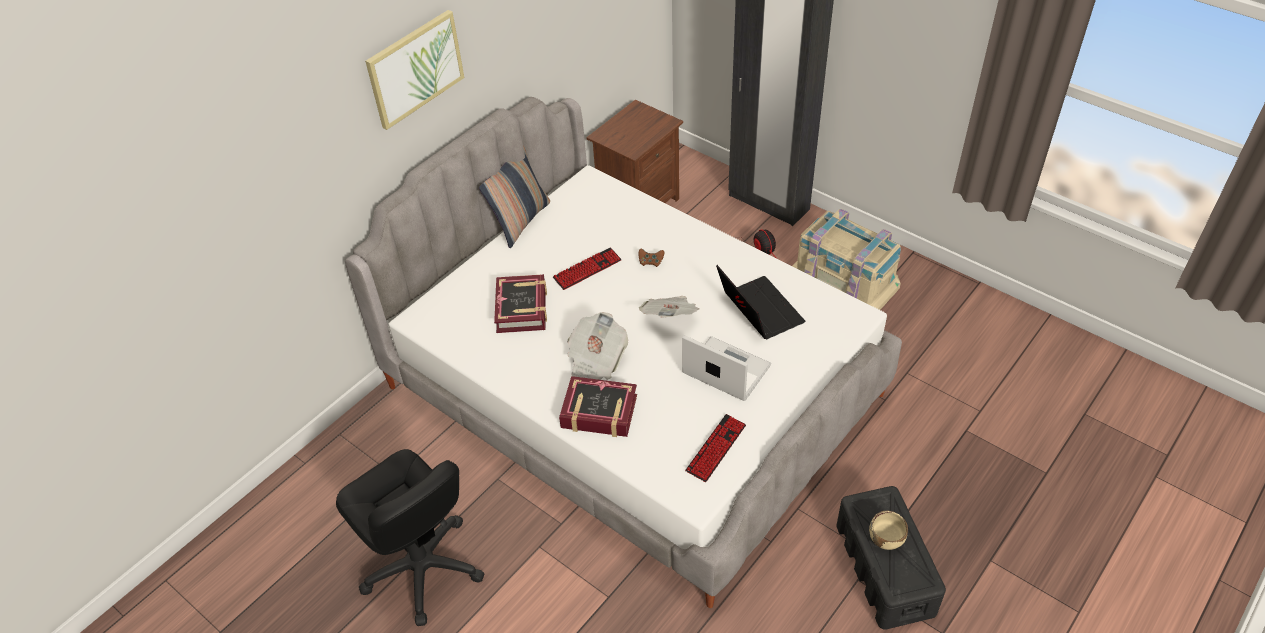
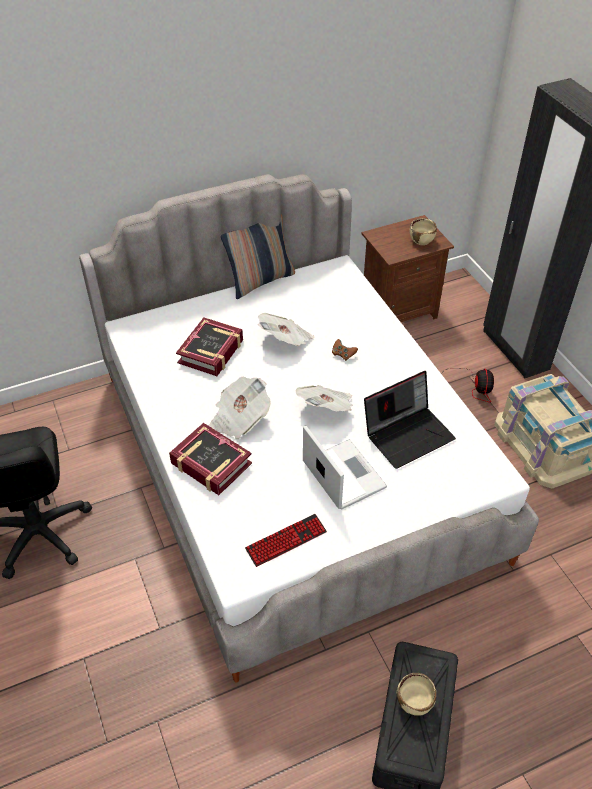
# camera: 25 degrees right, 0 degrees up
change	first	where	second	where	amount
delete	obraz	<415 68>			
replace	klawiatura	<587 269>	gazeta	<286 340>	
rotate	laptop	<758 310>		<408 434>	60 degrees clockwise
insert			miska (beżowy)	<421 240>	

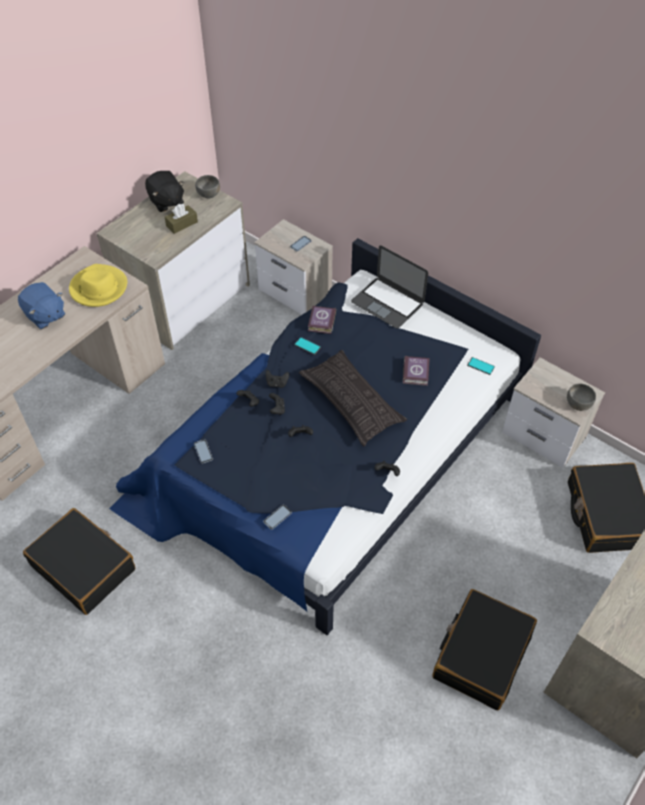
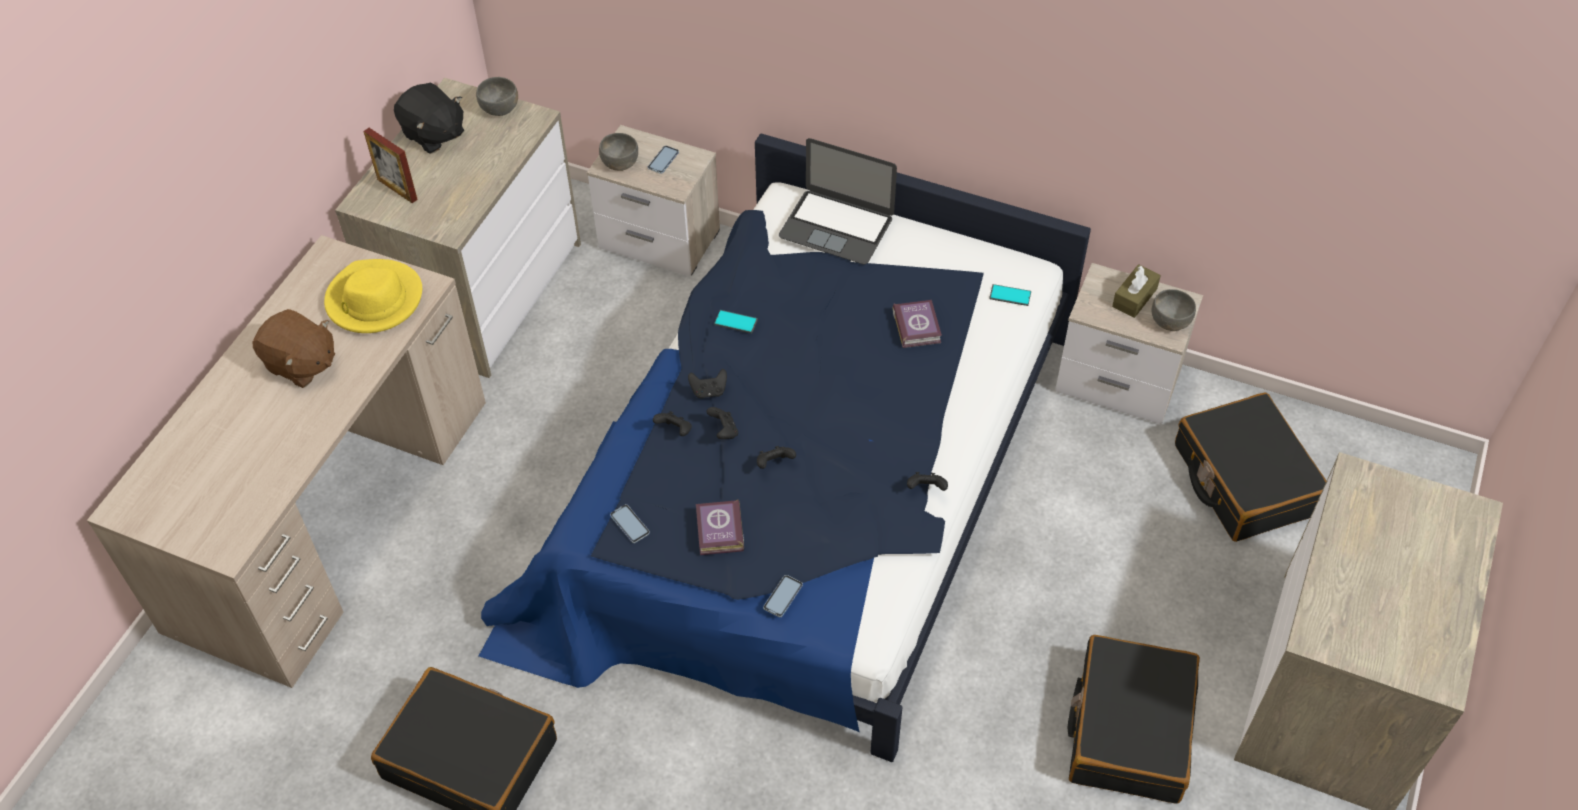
# camera: 15 degrees left, 0 degrees up
change	first	where	second	where	amount
recolor	pluszak (niebieski)	<45 316>	pluszak (brązowy)	<301 364>	
move	pudełko chusteczek (brązowy)	<182 224>		<1134 297>	
delete	poduszka	<351 402>			
move	książka	<321 322>		<718 532>	
insert			ramka na zdjęcie	<397 189>	
insert			miska (szary)	<619 162>	

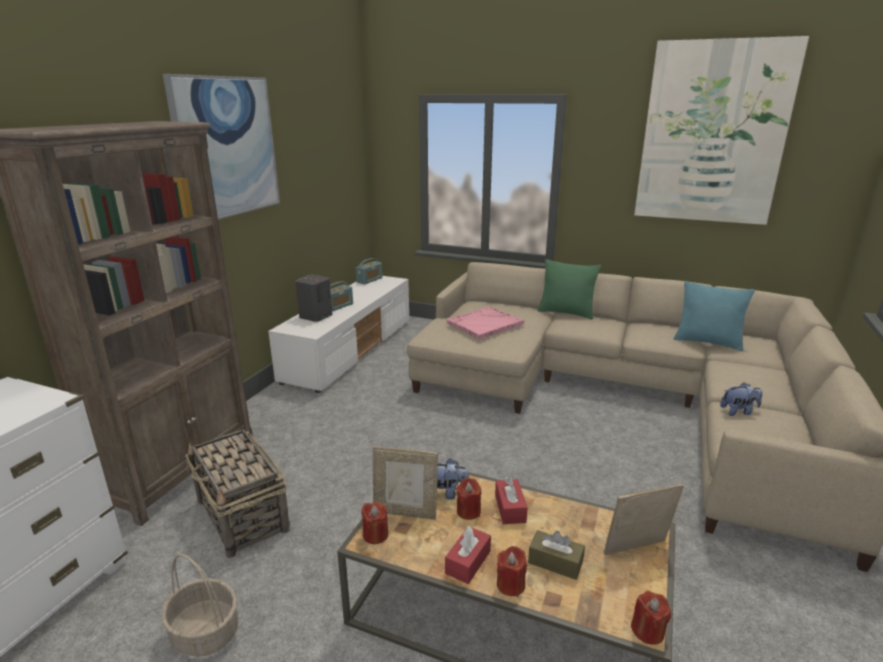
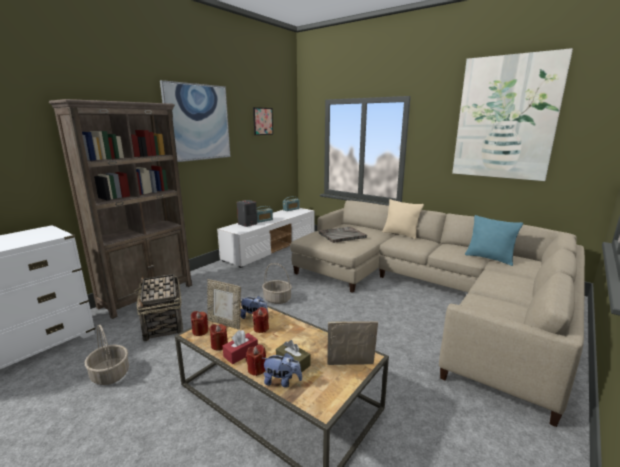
# camera: 15 degrees right, 5 degrees down
change	first	where	second	where	amount
recolor	taca (różowy)	<484 324>	taca (szary)	<341 235>	
delete	pudełko chusteczek (czerwony)	<510 508>			
recolor	poduszka (zielony)	<566 313>	poduszka (beżowy)	<400 234>	
move	świeca (czerwony)	<648 631>		<219 345>	
move	pluszak	<738 412>		<282 382>	
insert			obraz	<263 121>	
insert			koszyk	<277 299>	

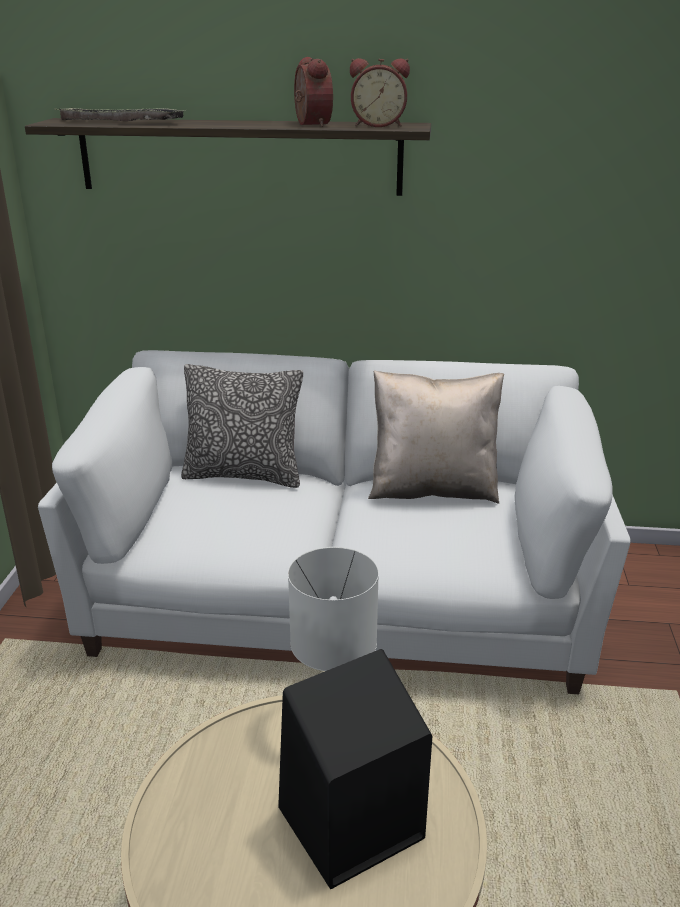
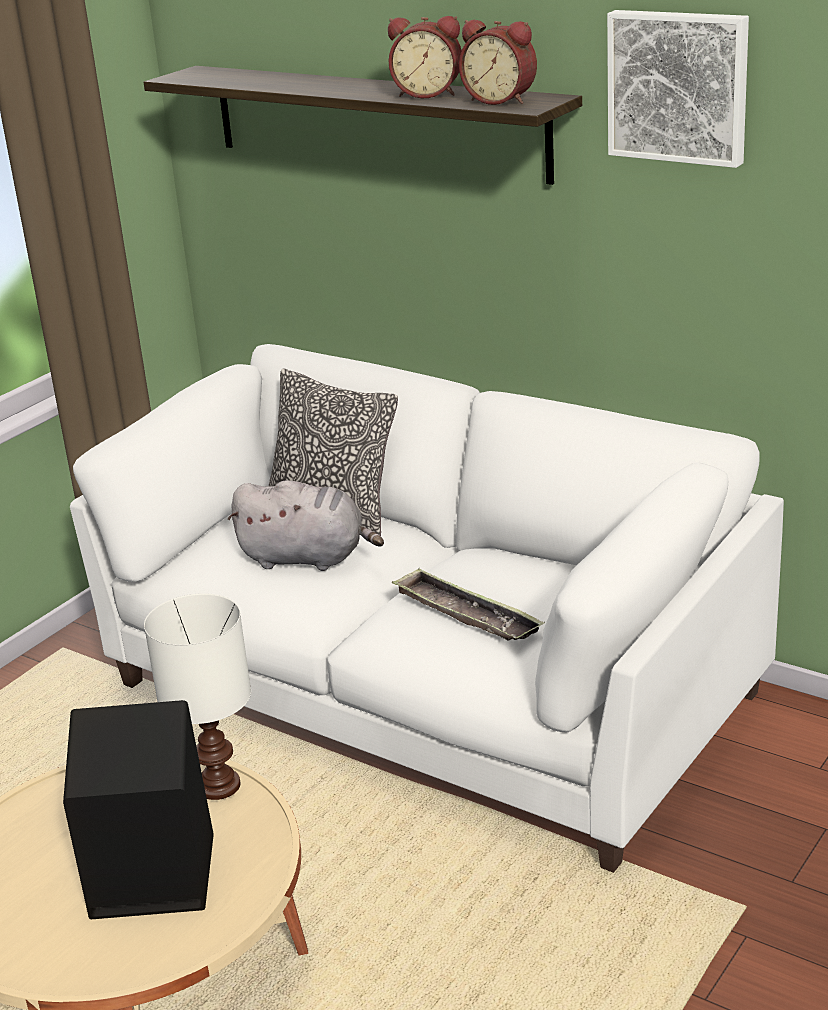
# camera: 30 degrees right, 0 degrees up
change	first	where	second	where	amount
move	taca	<121 122>		<466 614>	
rotate	budzik	<309 124>		<428 94>	90 degrees clockwise
delete	poduszka (beżowy)	<432 489>			
insert			pluszak (szary)	<308 558>	
insert			obraz	<679 86>	

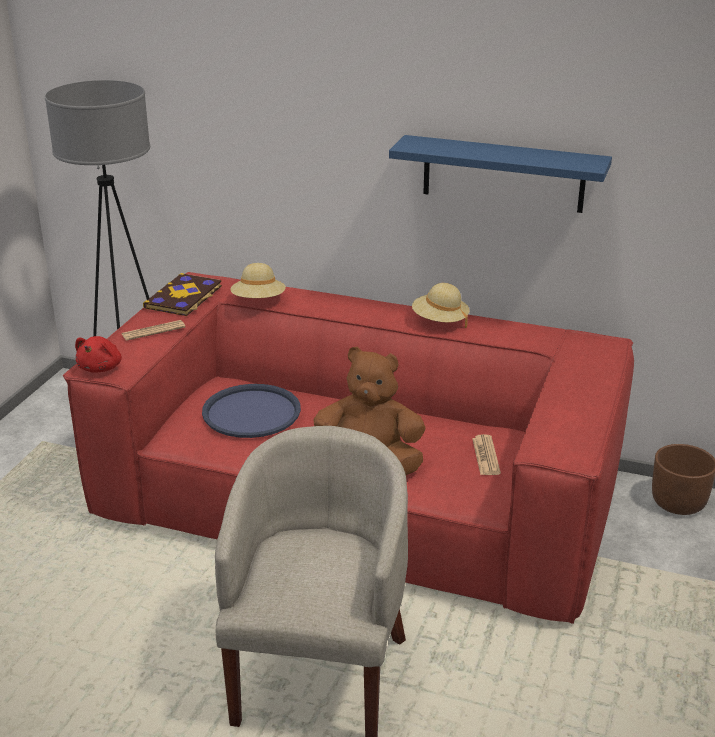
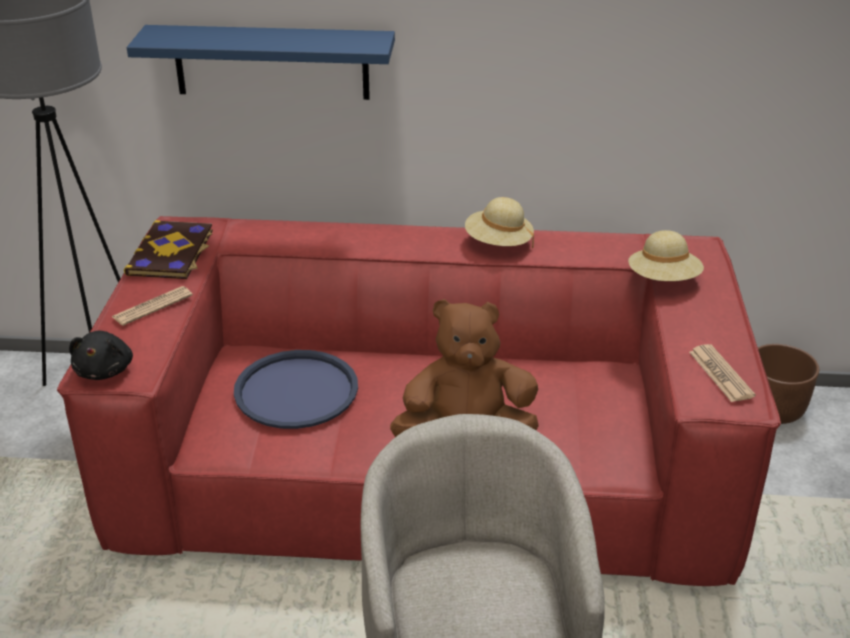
# camera: 15 degrees left, 5 degrees up
change	first	where	second	where	amount
recolor	pluszak (czerwony)	<101 368>	pluszak (czarny)	<105 370>	
move	kapelusz (beżowy)	<258 301>		<663 280>	
move	półka (niebieski)	<503 174>		<271 62>	
move	gazeta	<486 456>		<721 374>	

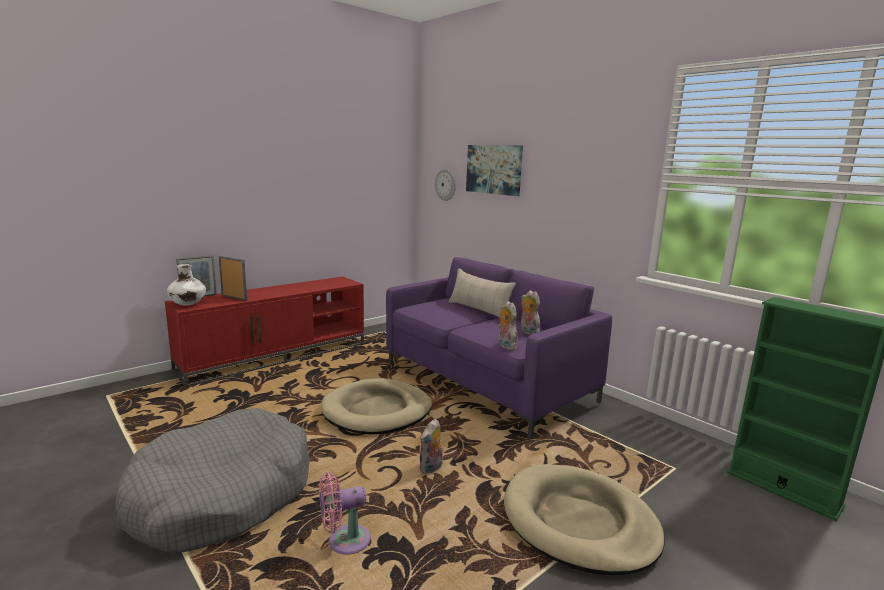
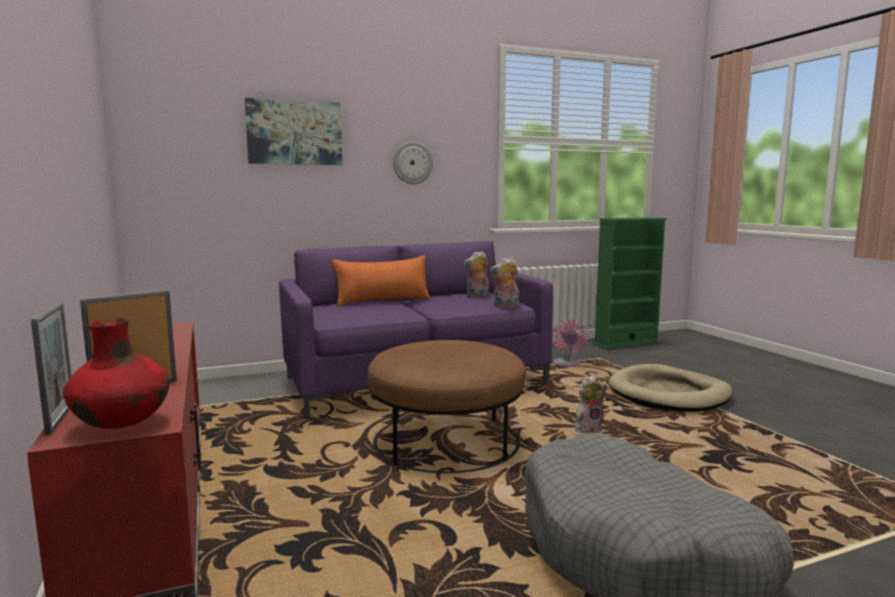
# camera: 70 degrees left, 5 degrees down
change	first	where	second	where	amount
recolor	wazon (biały)	<188 304>	wazon (czerwony)	<123 424>	
move	wentylator (różowy)	<344 541>		<566 364>	
replace	legowisko (beżowy)	<377 411>	pufa (brązowy)	<446 440>	
rotate	pluszak	<431 469>		<588 429>	75 degrees counterclockwise
move	zegar ścienny	<446 184>		<412 163>	
recolor	poduszka (beżowy)	<479 310>	poduszka (pomarańczowy)	<383 301>	

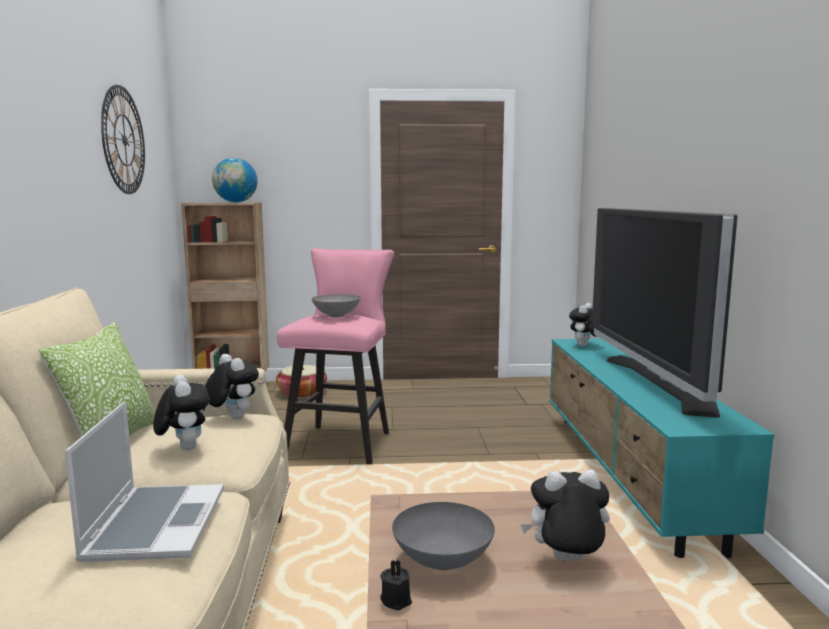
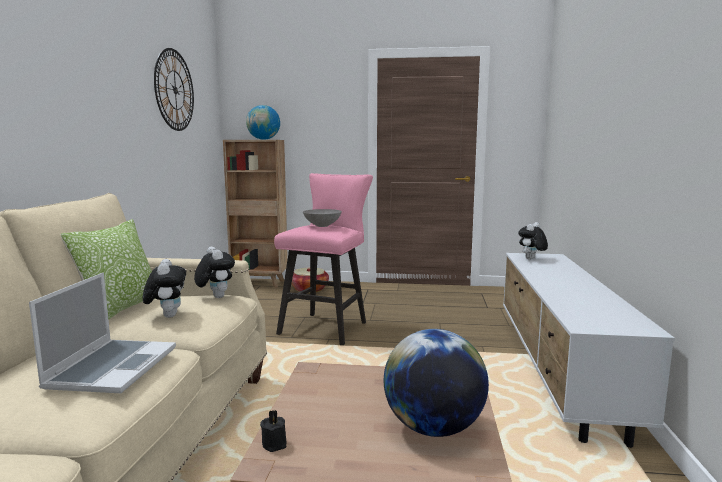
# camera: 10 degrees right, 0 degrees up
change	first	where	second	where	amount
delete	miska (szary)	<444 561>			
replace	pluszak	<566 561>	globus	<433 428>	
recolor	szafka pod telewizor (turkusowy)	<628 474>	szafka pod telewizor (biały)	<558 369>	
delete	telewizor	<657 383>			

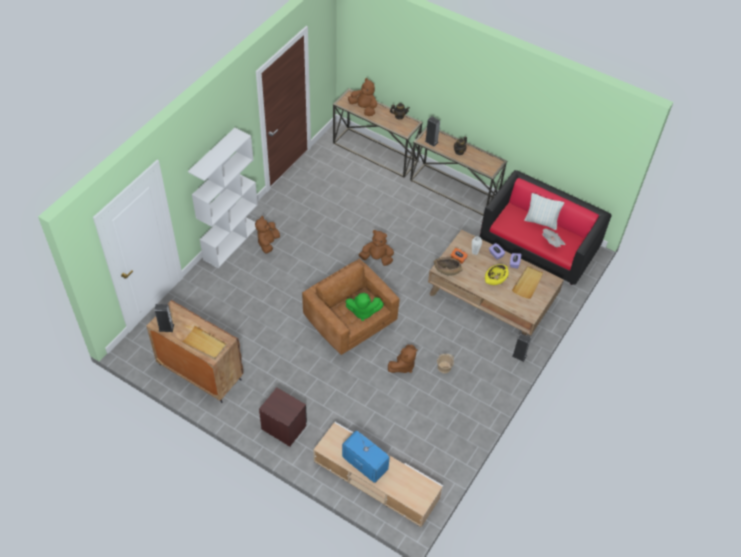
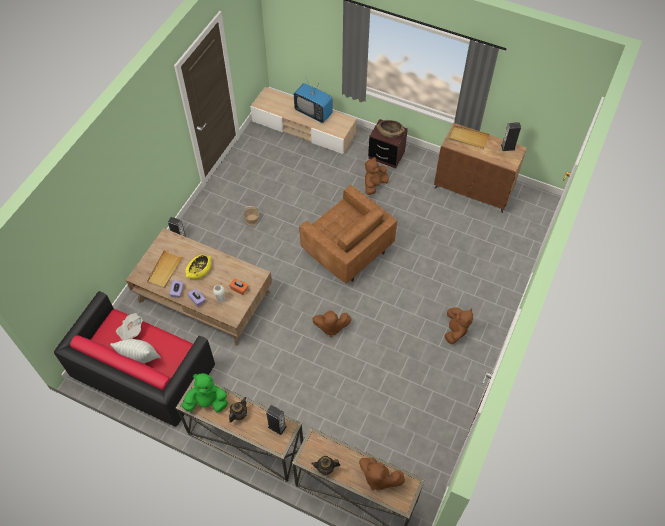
# camera: 175 degrees right, 5 degrees up
change	first	where	second	where	amount
delete	regał (biały)	<231 241>			
move	pluszak (zielony)	<363 312>		<207 402>	
move	pluszak (brązowy)	<403 366>		<374 185>	
move	miska (brązowy)	<447 270>		<390 132>	

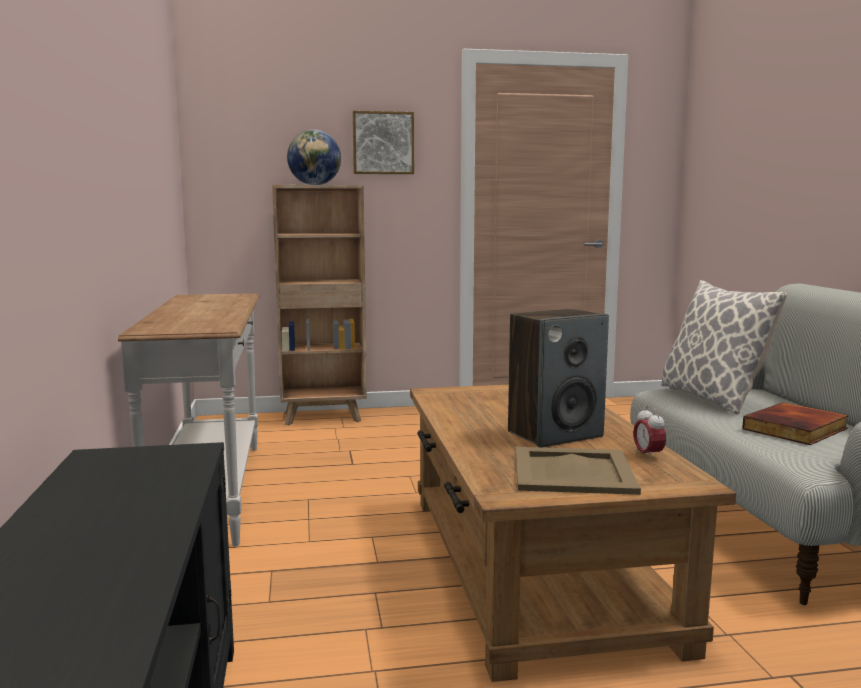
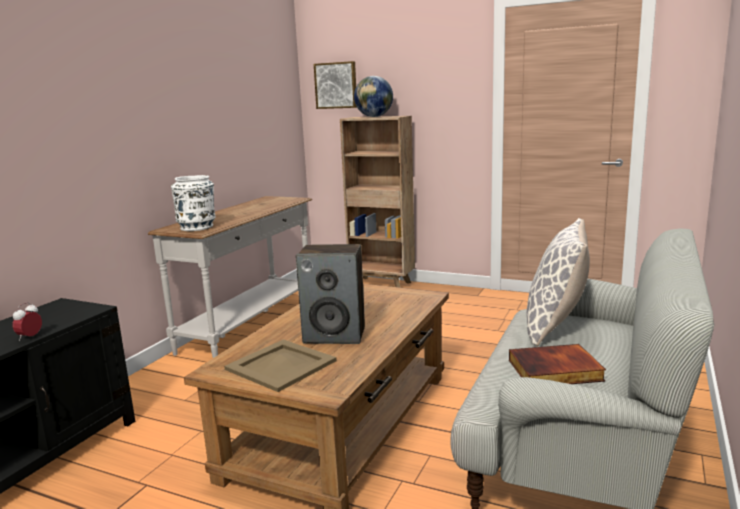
# camera: 35 degrees right, 5 degrees up
change	first	where	second	where	amount
move	obraz	<383 143>		<336 85>	
move	budzik	<648 455>		<30 337>	
insert			wazon (biały)	<197 227>	

